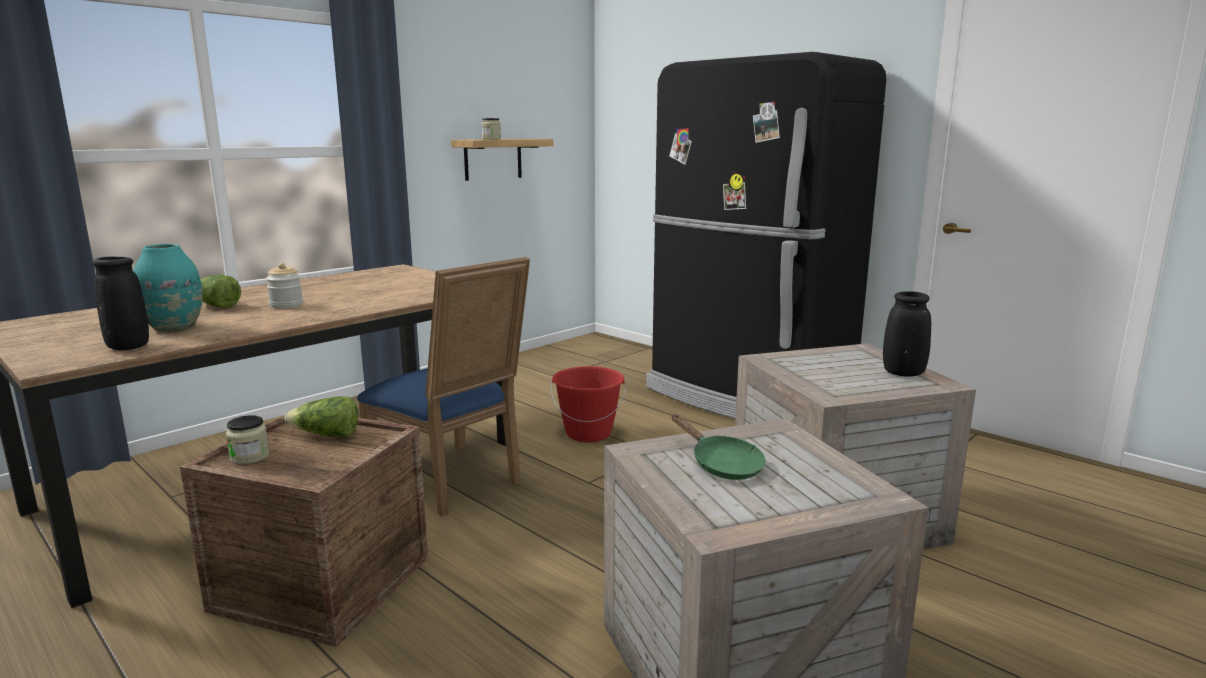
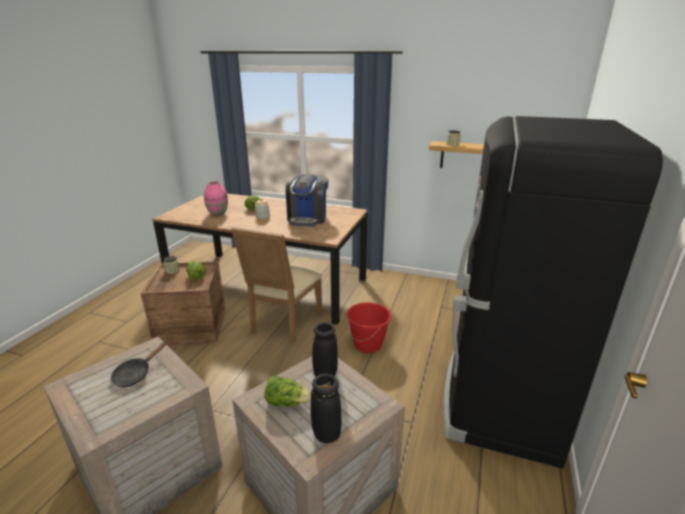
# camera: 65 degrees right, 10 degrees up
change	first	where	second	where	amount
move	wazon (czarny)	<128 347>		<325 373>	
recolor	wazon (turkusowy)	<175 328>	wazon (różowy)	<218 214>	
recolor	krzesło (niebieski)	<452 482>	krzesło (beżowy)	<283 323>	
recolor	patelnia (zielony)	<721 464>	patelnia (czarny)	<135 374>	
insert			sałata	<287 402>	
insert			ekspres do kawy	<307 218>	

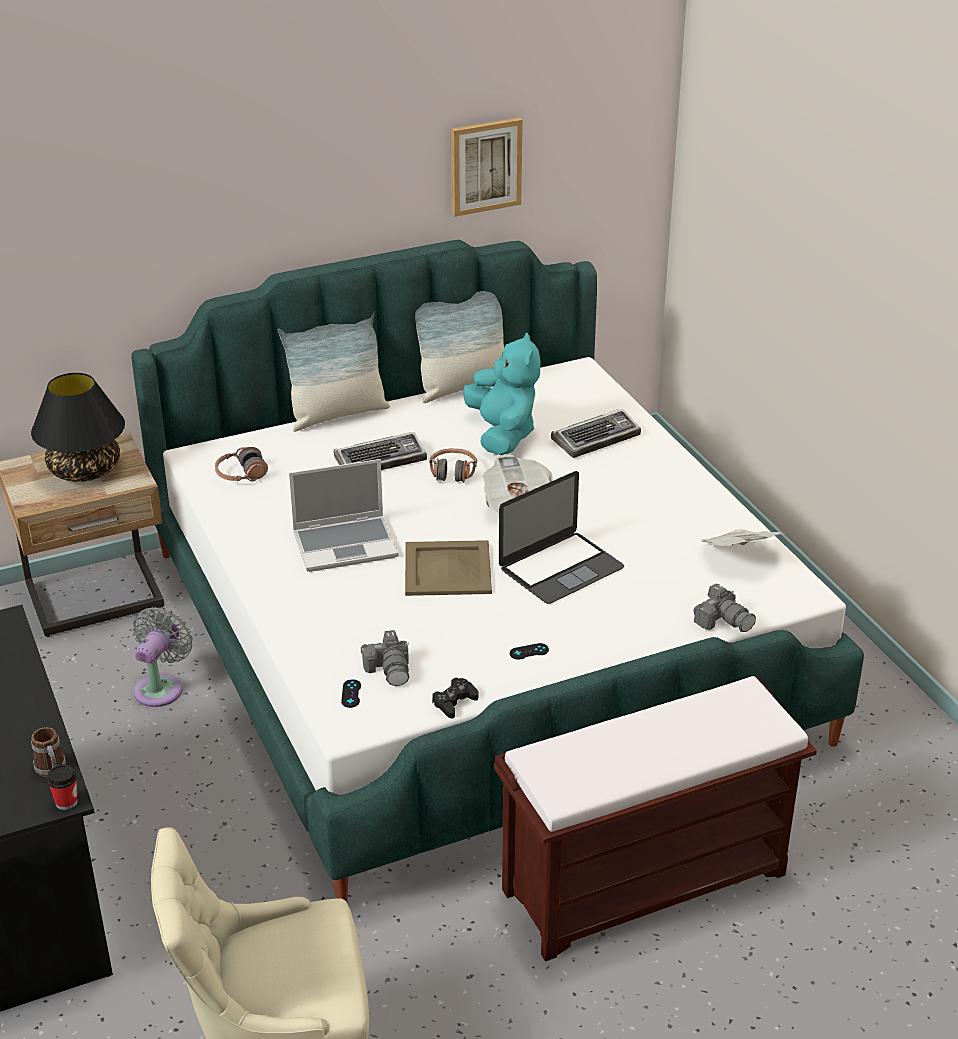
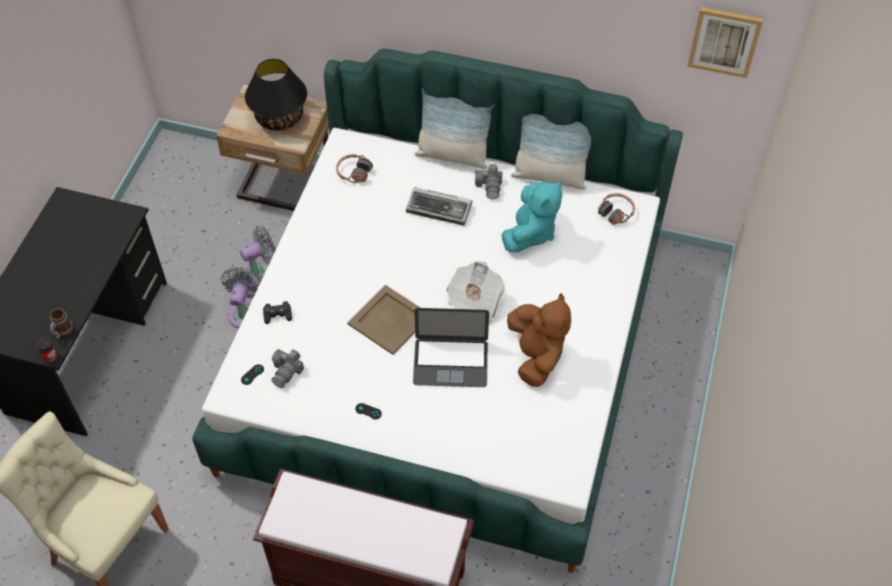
# camera: 40 degrees right, 20 degrees up
change	first	where	second	where	amount
delete	laptop	<346 544>			
move	słuchawki	<452 472>		<616 212>	
move	pad do gier (czarny)	<454 702>		<277 314>	
move	obraz	<485 166>		<724 41>	
delete	klawiatura	<596 438>			
move	aparat fotograficzny	<723 620>		<490 186>	
delete	gazeta	<739 555>			
insert			wentylator (szary)	<245 312>	
insert			pluszak (brązowy)	<536 356>	

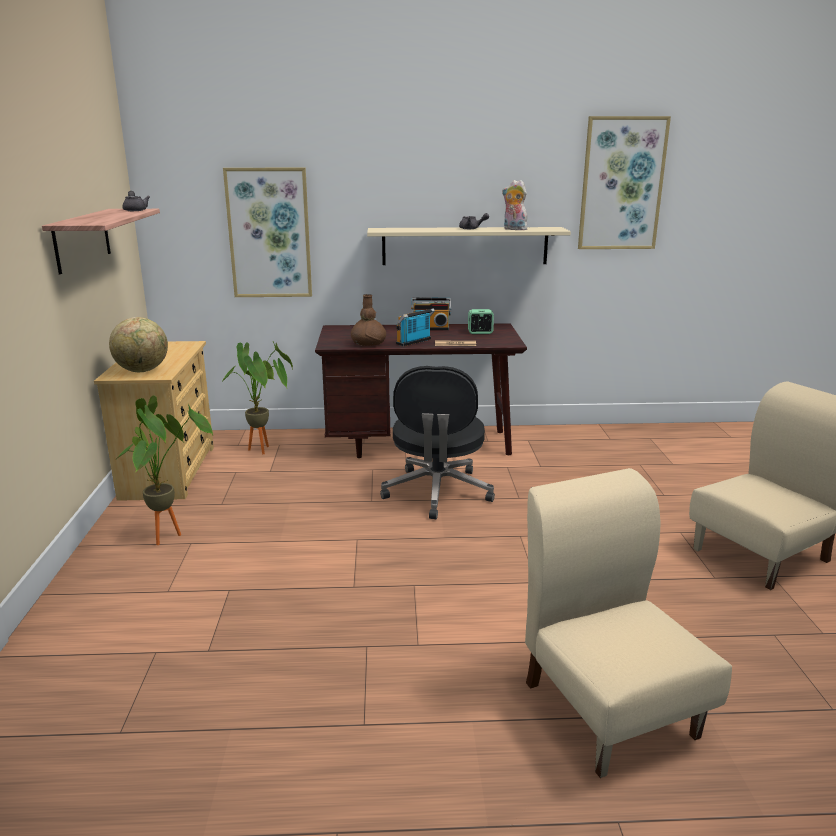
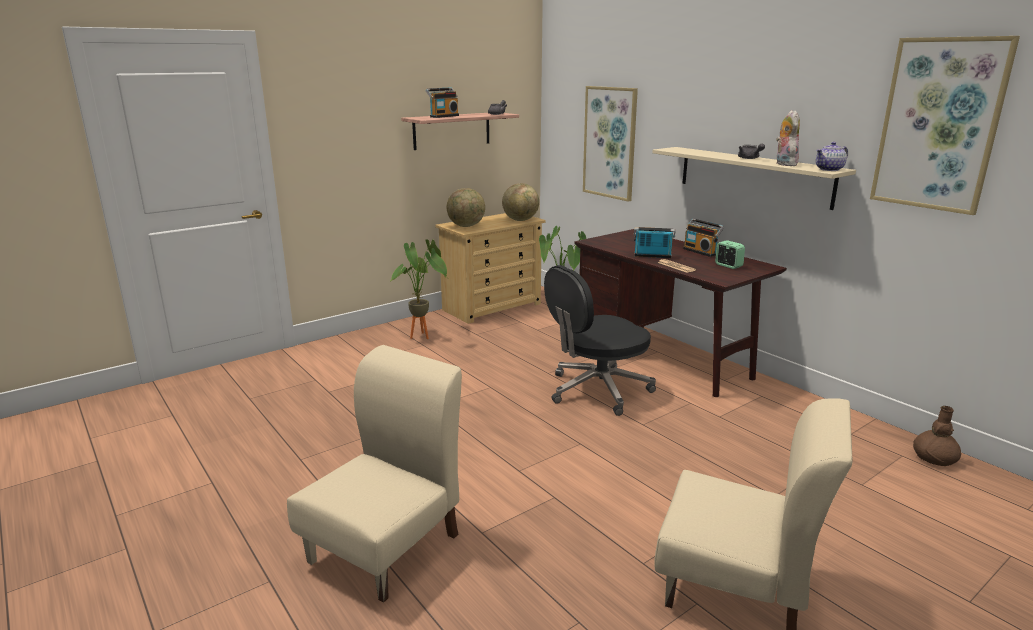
# camera: 55 degrees right, 0 degrees up
change	first	where	second	where	amount
move	wazon (brązowy)	<368 343>		<934 458>	
insert			radio	<443 116>	
insert			globus	<520 220>	
insert			imbryk	<829 169>	

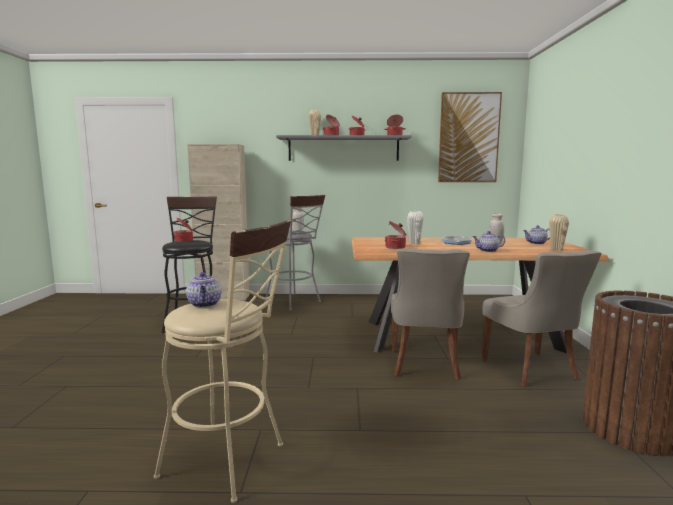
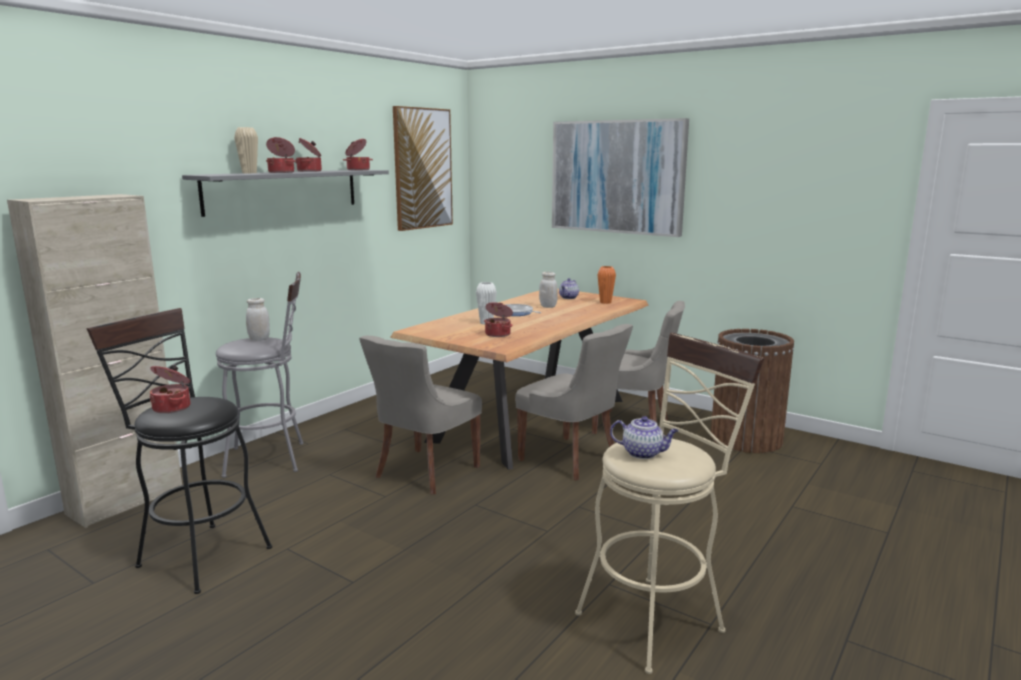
# camera: 55 degrees left, 5 degrees up
change	first	where	second	where	amount
delete	imbryk	<487 251>			
recolor	wazon (beżowy)	<556 249>	wazon (pomarańczowy)	<605 302>	
insert			krzesło (szary)	<424 472>	
insert			obraz	<617 177>	

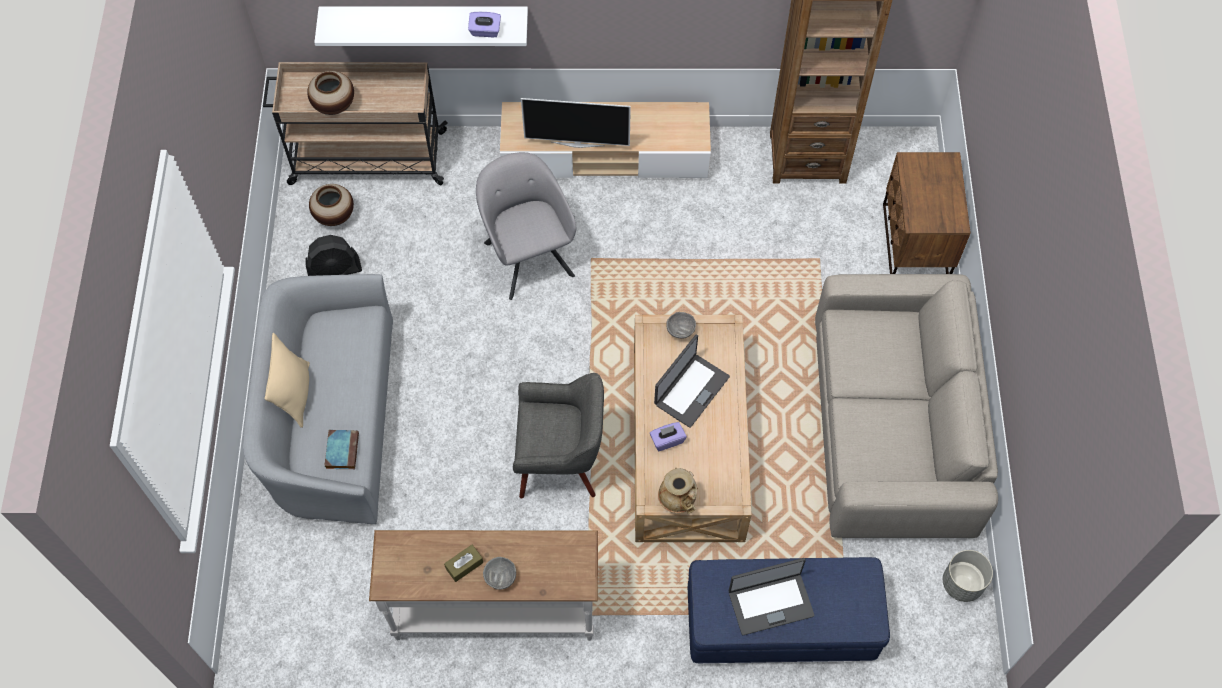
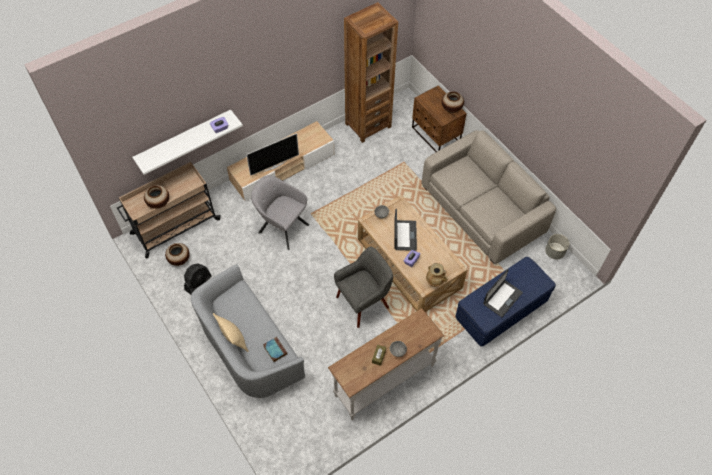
# camera: 35 degrees left, 5 degrees down
change	first	where	second	where	amount
insert			wazon	<451 109>	

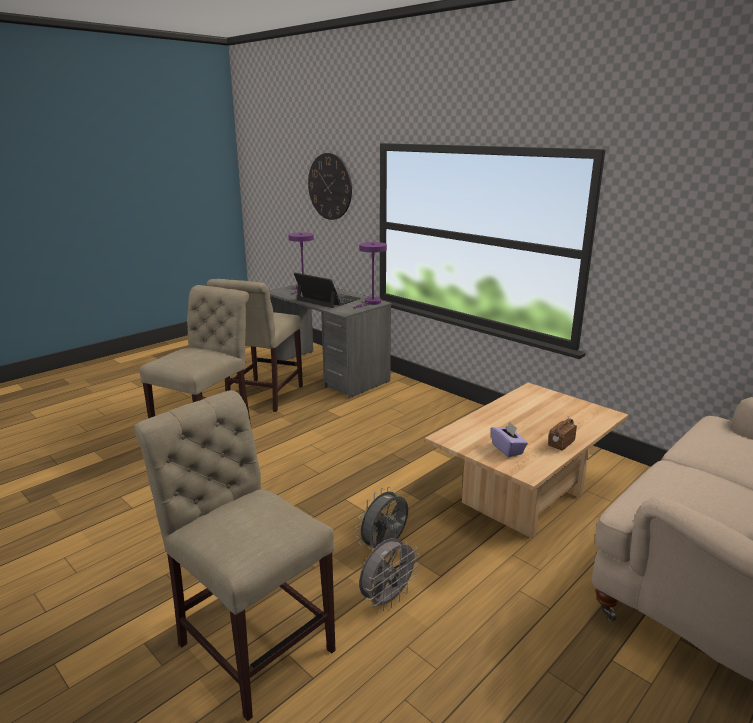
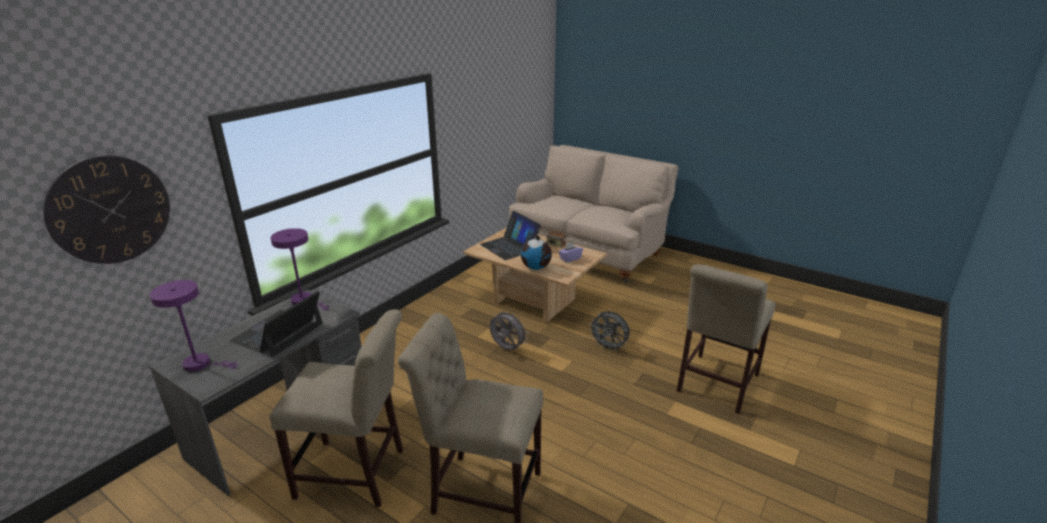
# camera: 100 degrees left, 5 degrees up
change	first	where	second	where	amount
move	wentylator (szary)	<387 599>		<507 349>	
insert			laptop	<509 246>	
insert			globus	<536 268>	

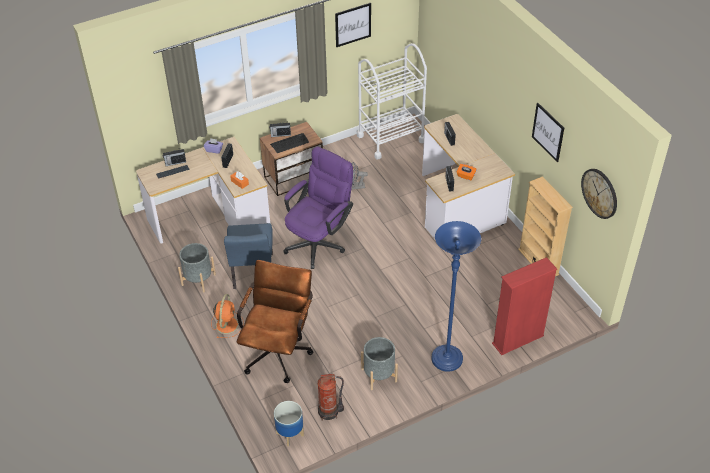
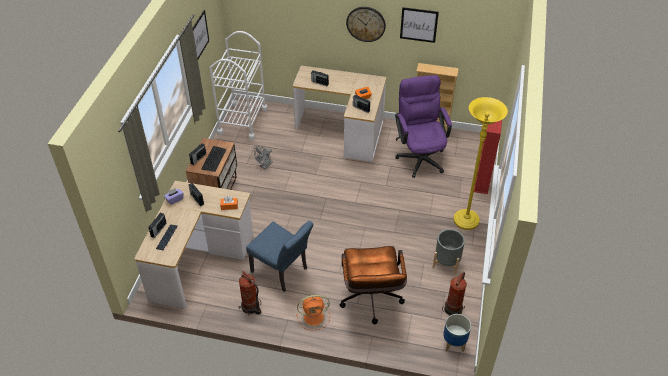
# camera: 50 degrees left, 0 degrees up
change	first	where	second	where	amount
replace	donica (szary)	<198 279>	gaśnica	<251 307>	
rotate	wentylator (pomarańczowy)	<227 324>		<314 317>	120 degrees clockwise
rotate	krzesło biurowe (brązowy)	<278 350>		<371 302>	150 degrees counterclockwise
move	krzesło biurowe (fioletowy)	<319 241>		<419 156>	
recolor	lampa stojąca (niebieski)	<447 359>	lampa stojąca (żółty)	<466 221>	
move	zegar ścienny	<599 193>		<366 24>	

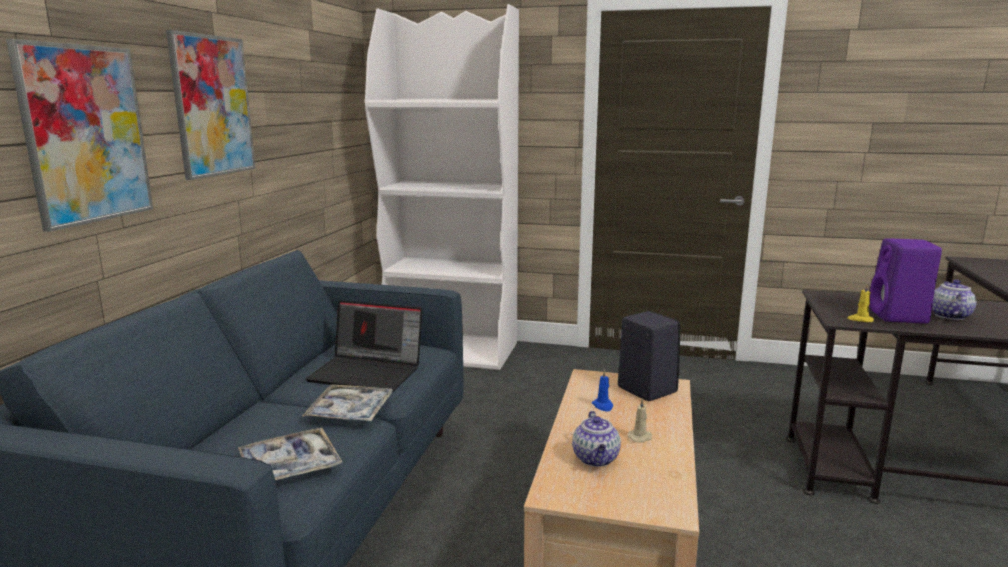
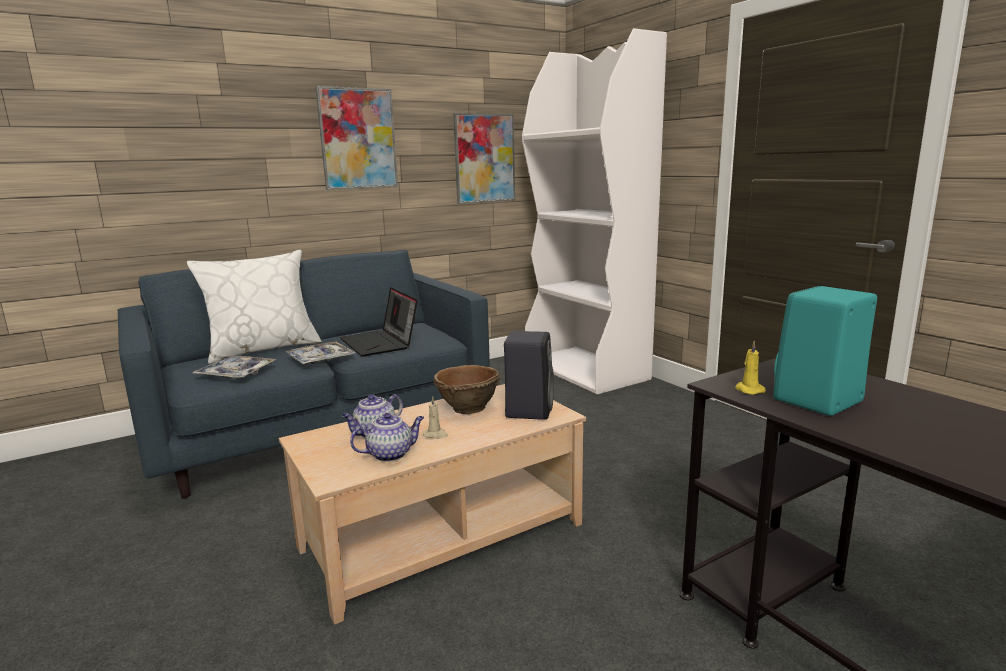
# camera: 45 degrees right, 0 degrees up
change	first	where	second	where	amount
move	obraz	<85 134>		<484 158>	
replace	świeca (niebieski)	<603 406>	miska (brązowy)	<467 408>	
recolor	głośnik (fioletowy)	<899 317>	głośnik (turkusowy)	<817 401>	
move	imbryk	<949 315>		<391 454>	
insert			poduszka (biały)	<263 349>	

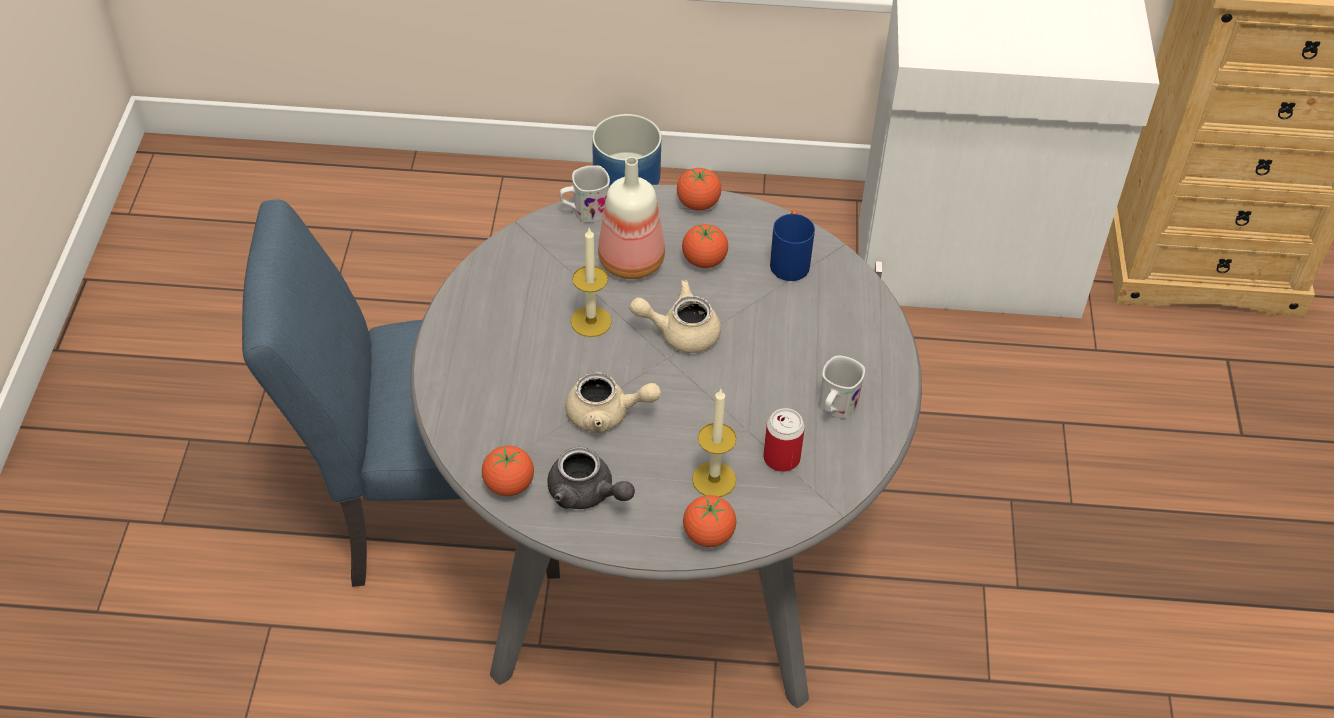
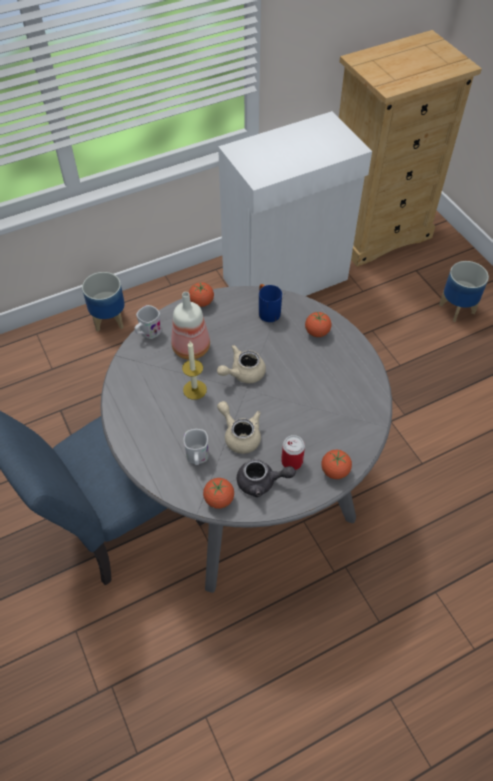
# camera: 30 degrees left, 5 degrees up
change	first	where	second	where	amount
rotate	imbryk (beżowy)	<607 414>		<239 435>	105 degrees counterclockwise
move	pomidor	<704 260>		<317 332>	
delete	świeca	<714 479>			
move	puszka	<781 458>		<292 461>	
move	kubek (biały)	<835 408>		<197 458>	
insert			donica	<457 308>	

